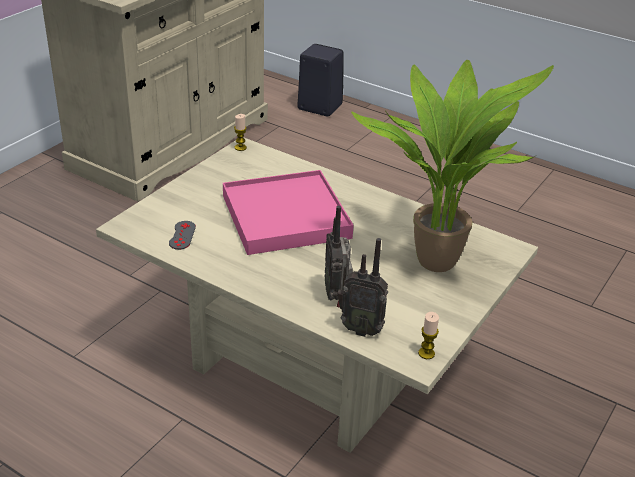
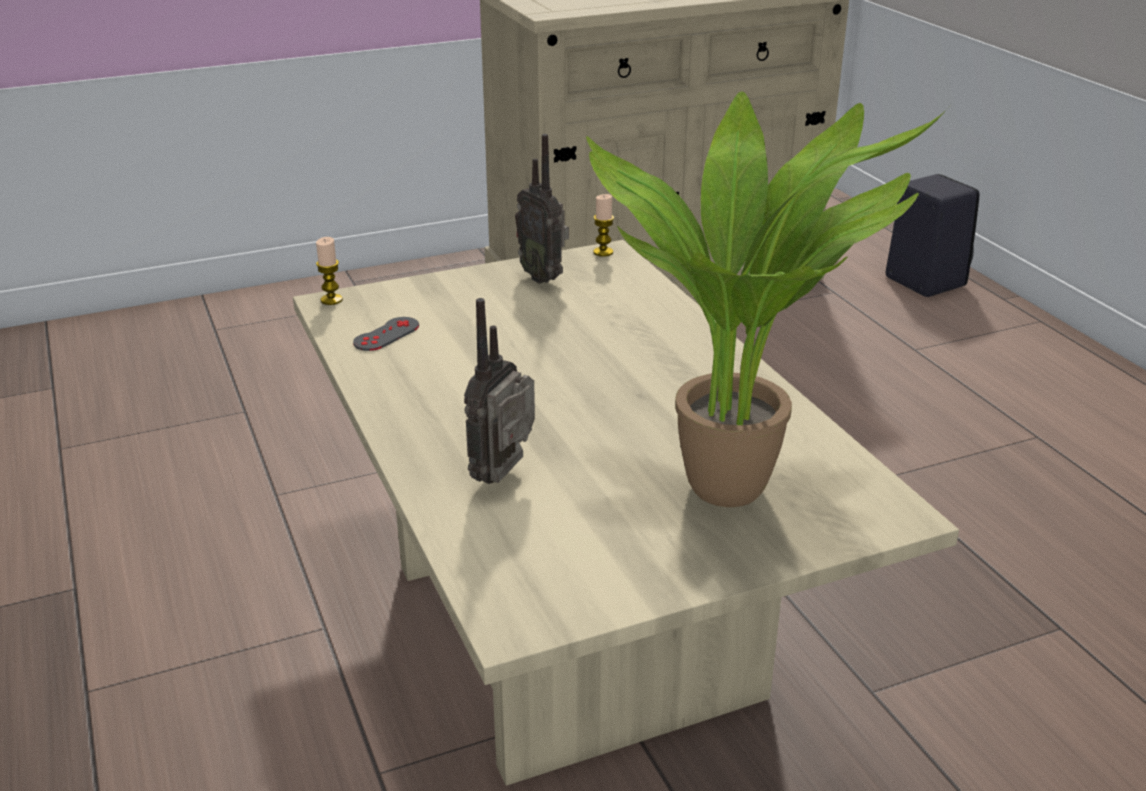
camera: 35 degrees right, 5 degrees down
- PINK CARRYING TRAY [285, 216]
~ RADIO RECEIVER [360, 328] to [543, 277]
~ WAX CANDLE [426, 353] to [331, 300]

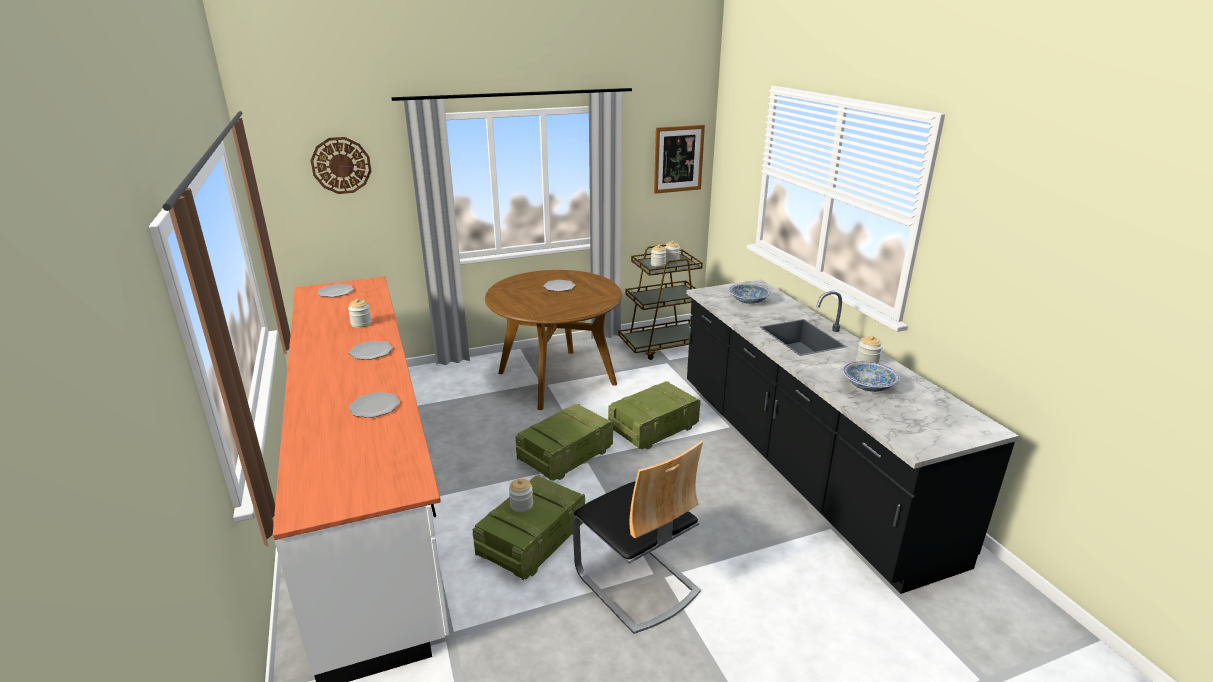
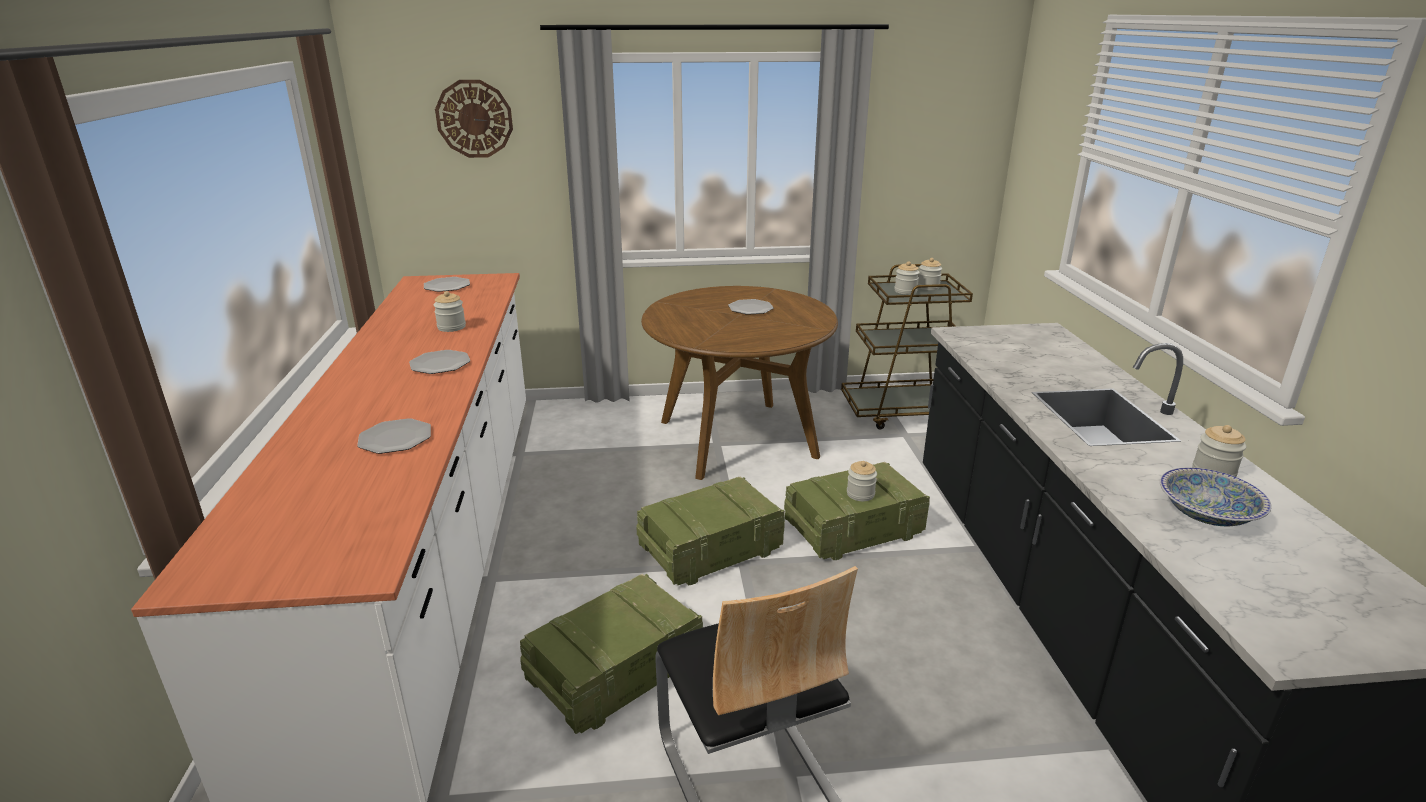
camera: 15 degrees right, 0 degrees up
~ JAR [521, 505] to [860, 494]
- PICTURE [678, 159]
- BOWL [748, 301]

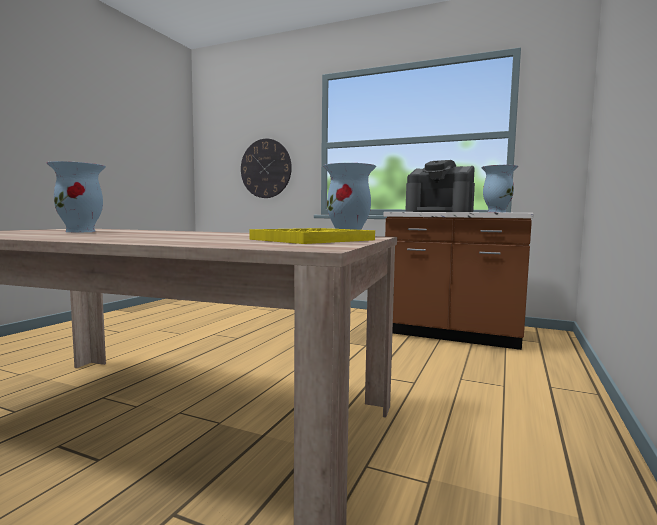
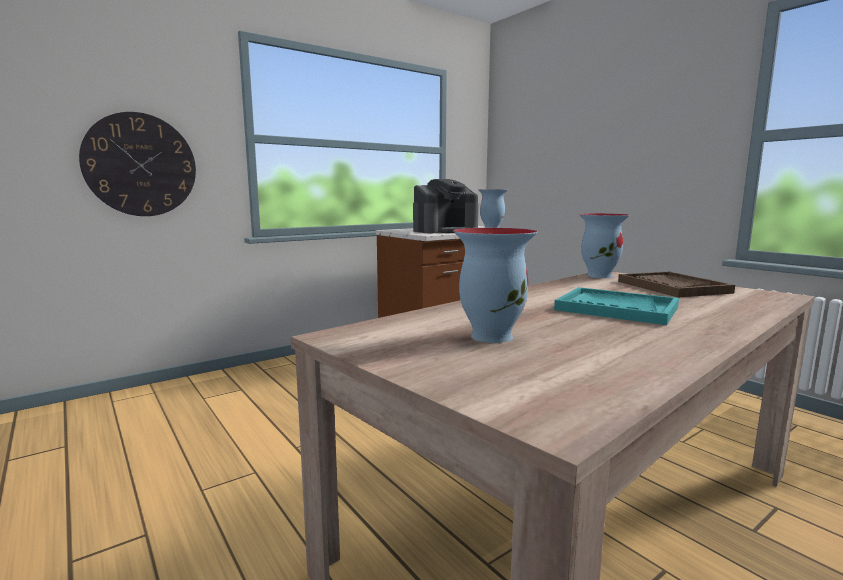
camera: 60 degrees left, 5 degrees up
~ YELLOW CARRYING TRAY [313, 239] to BROWN-COLOURED CARRYING TRAY [672, 287]
+ BLUE-GREEN CARRYING TRAY [616, 309]

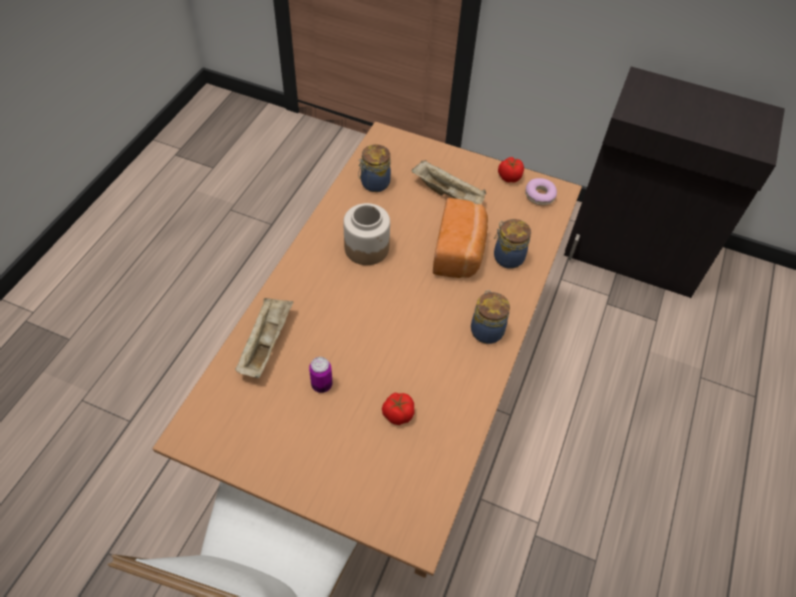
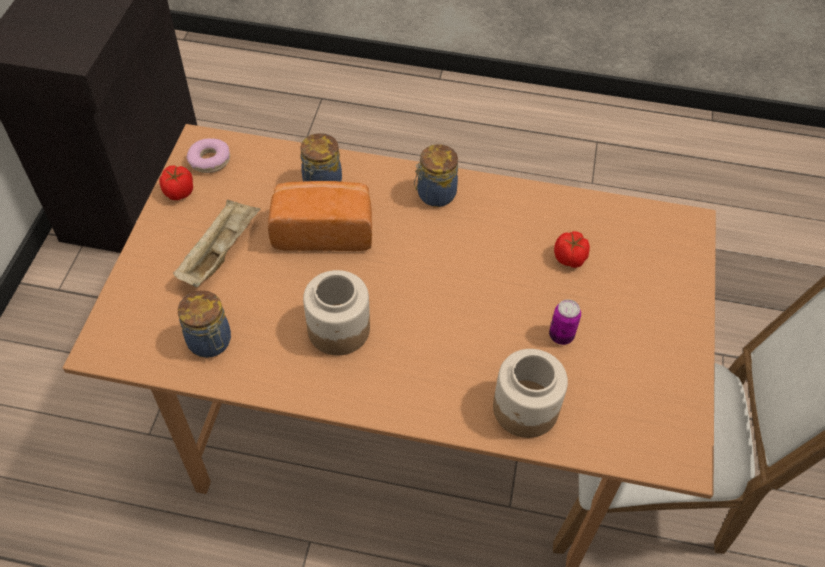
camera: 100 degrees left, 0 degrees up
~ SAND-COLOURED CARRYING TRAY [266, 343] to JAR [525, 409]

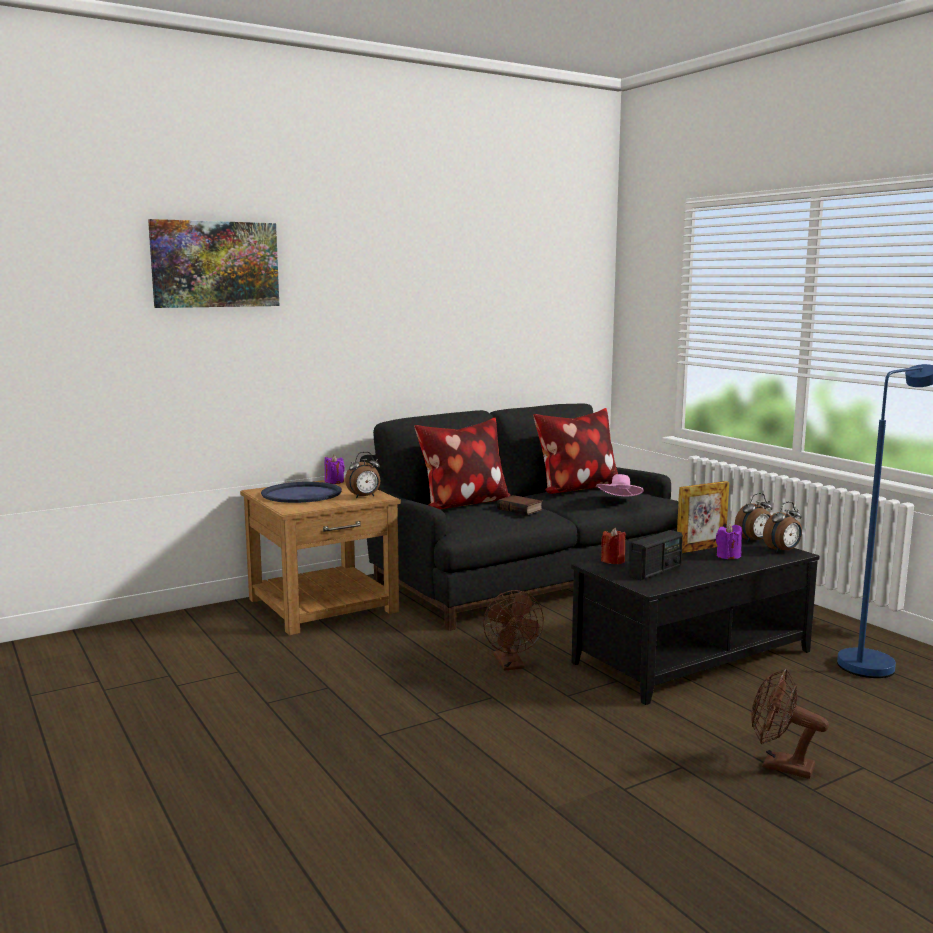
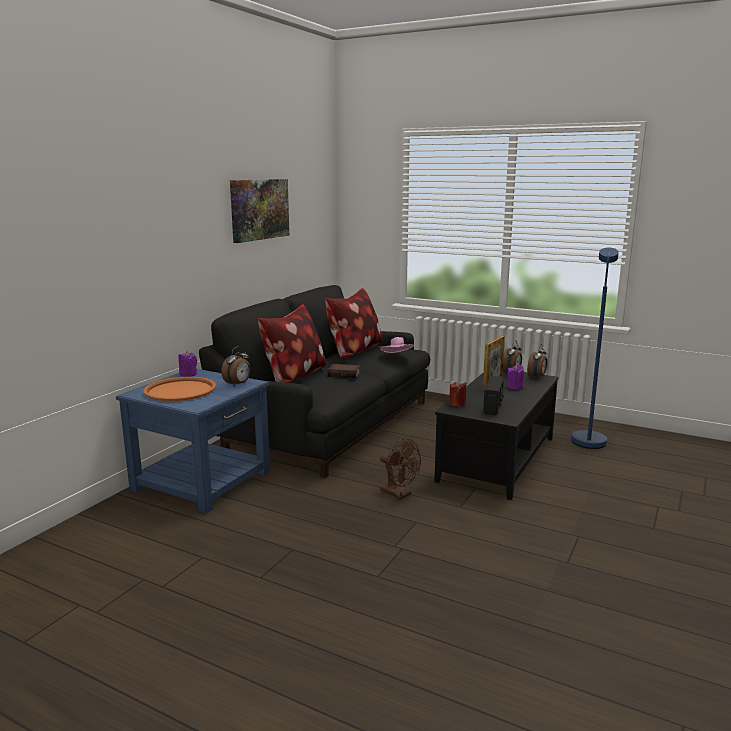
camera: 30 degrees left, 5 degrees up
~ PICTURE [215, 264] to [259, 209]
~ BROWN-COLOURED END TABLE [323, 605] to BLUISH END TABLE [202, 481]
~ BLUISH CARRYING TRAY [301, 494] to ORANGE CARRYING TRAY [180, 390]
- BROWN-COLOURED FAN [779, 766]

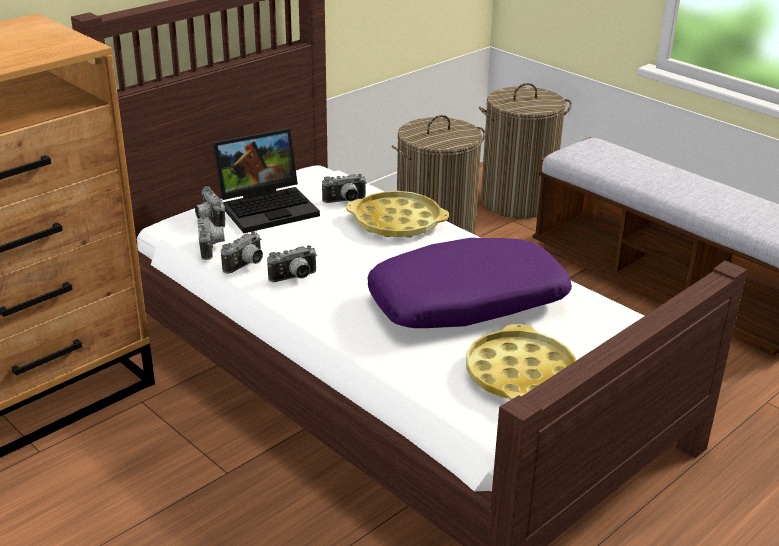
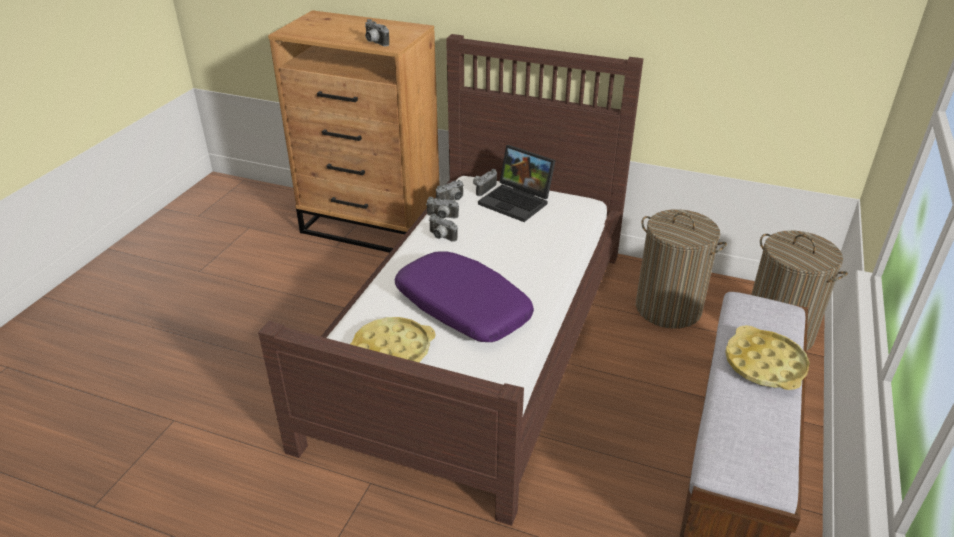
camera: 65 degrees right, 5 degrees up
~ PHOTO CAMERA [345, 201] to [374, 43]
~ YELLOW CARRYING TRAY [397, 222] to [764, 364]

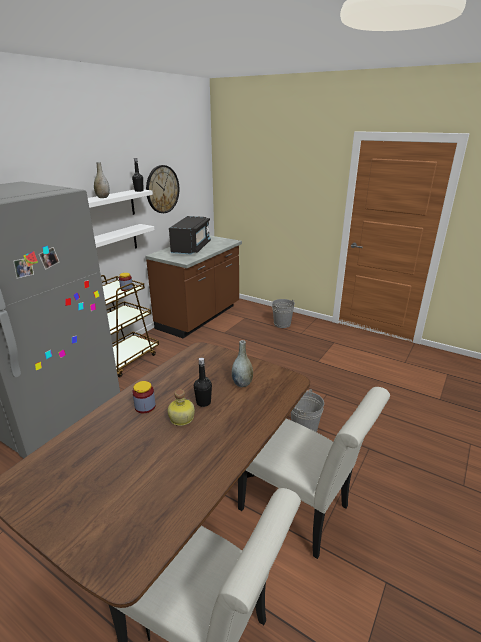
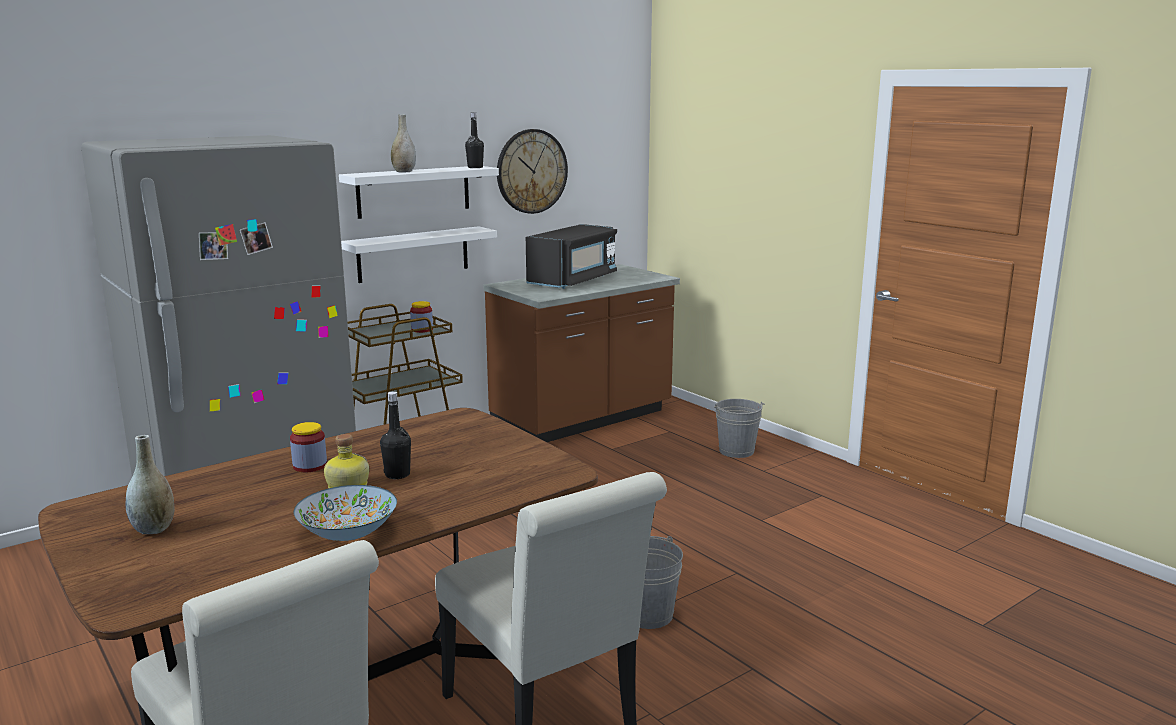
camera: 20 degrees right, 10 degrees down
~ GREY DECORATIVE VASE [242, 383] to [153, 529]
+ BOWL [348, 533]

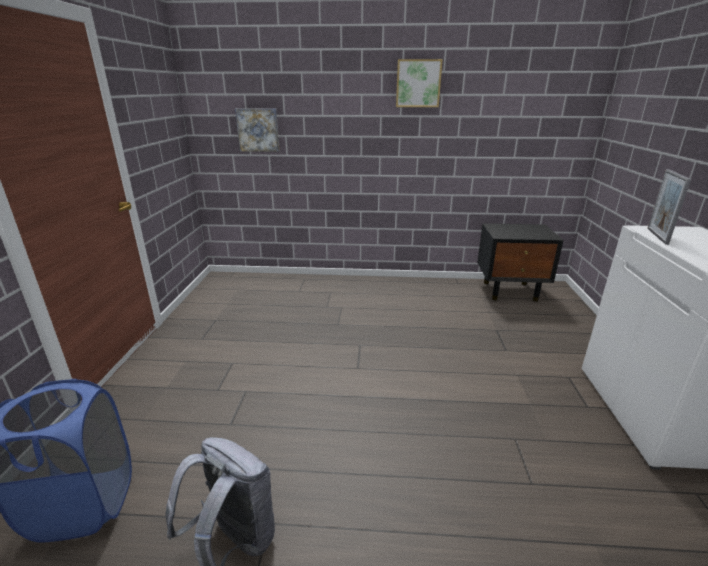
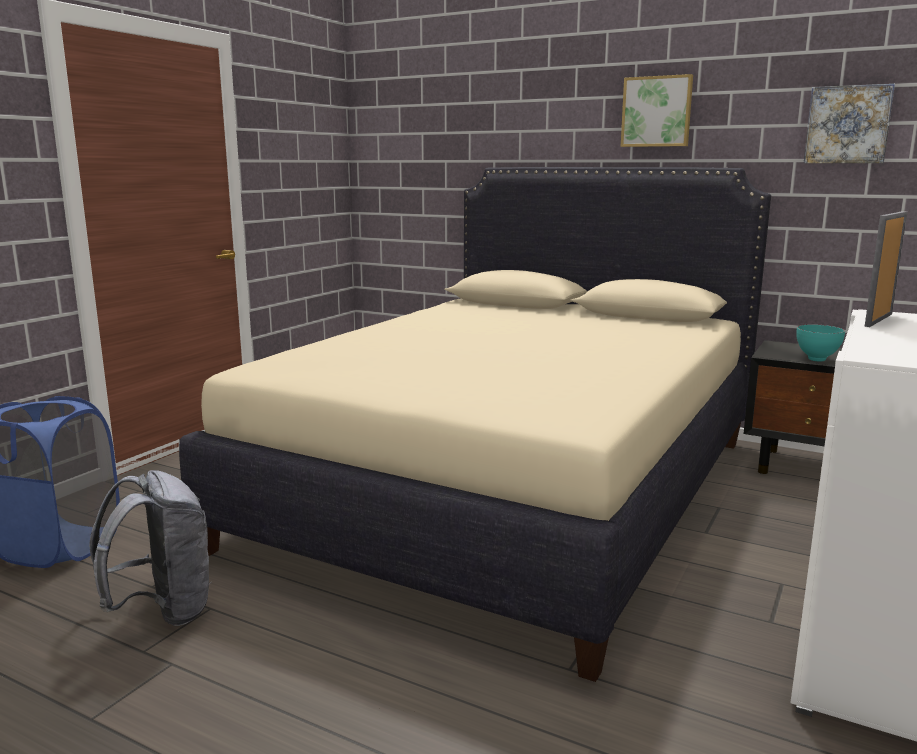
camera: 25 degrees right, 10 degrees down
~ PICTURE [258, 130] to [848, 125]
+ SAND-COLOURED BED [510, 489]
+ BLUE-GREEN BOWL [817, 360]

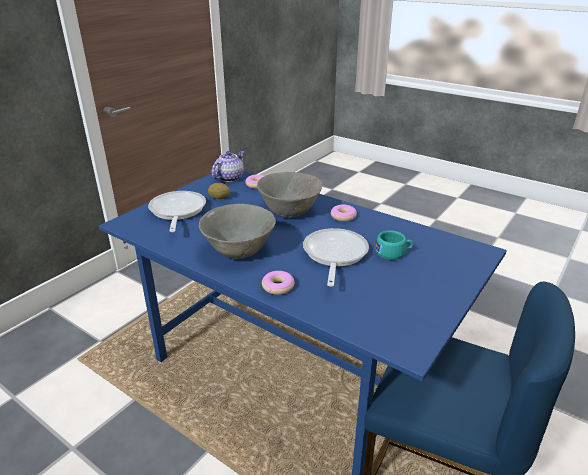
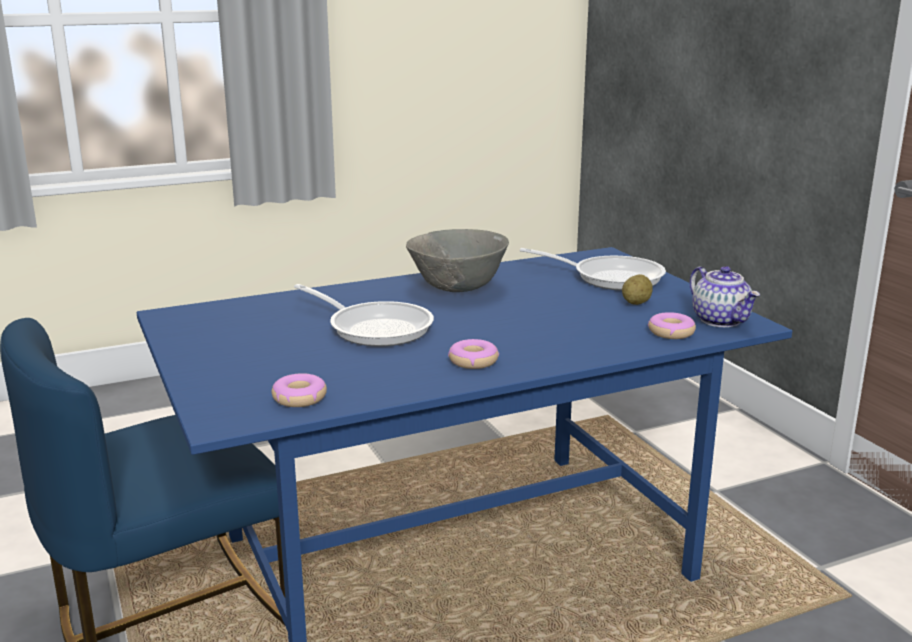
camera: 120 degrees right, 10 degrees down
- GREY BOWL [289, 212]
~ DONUT [278, 286] to [299, 398]
- BLUE-GREEN DRINKING CUP [393, 253]

